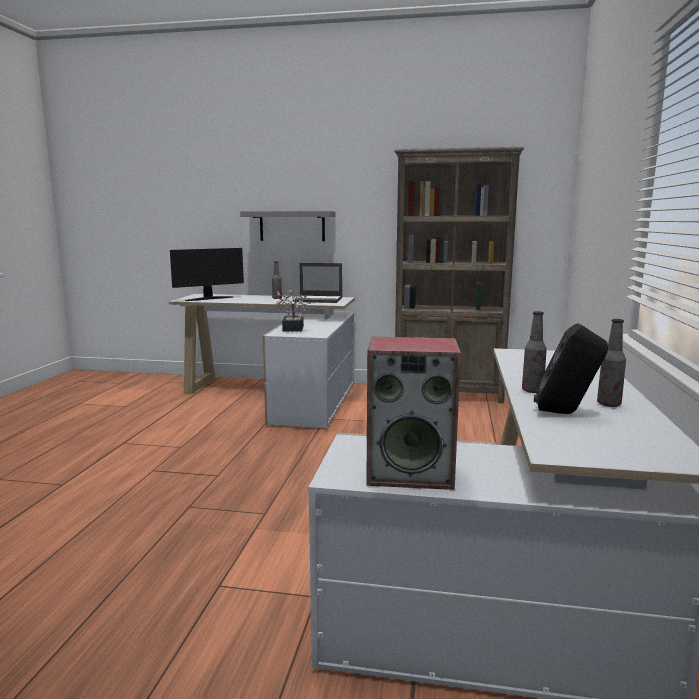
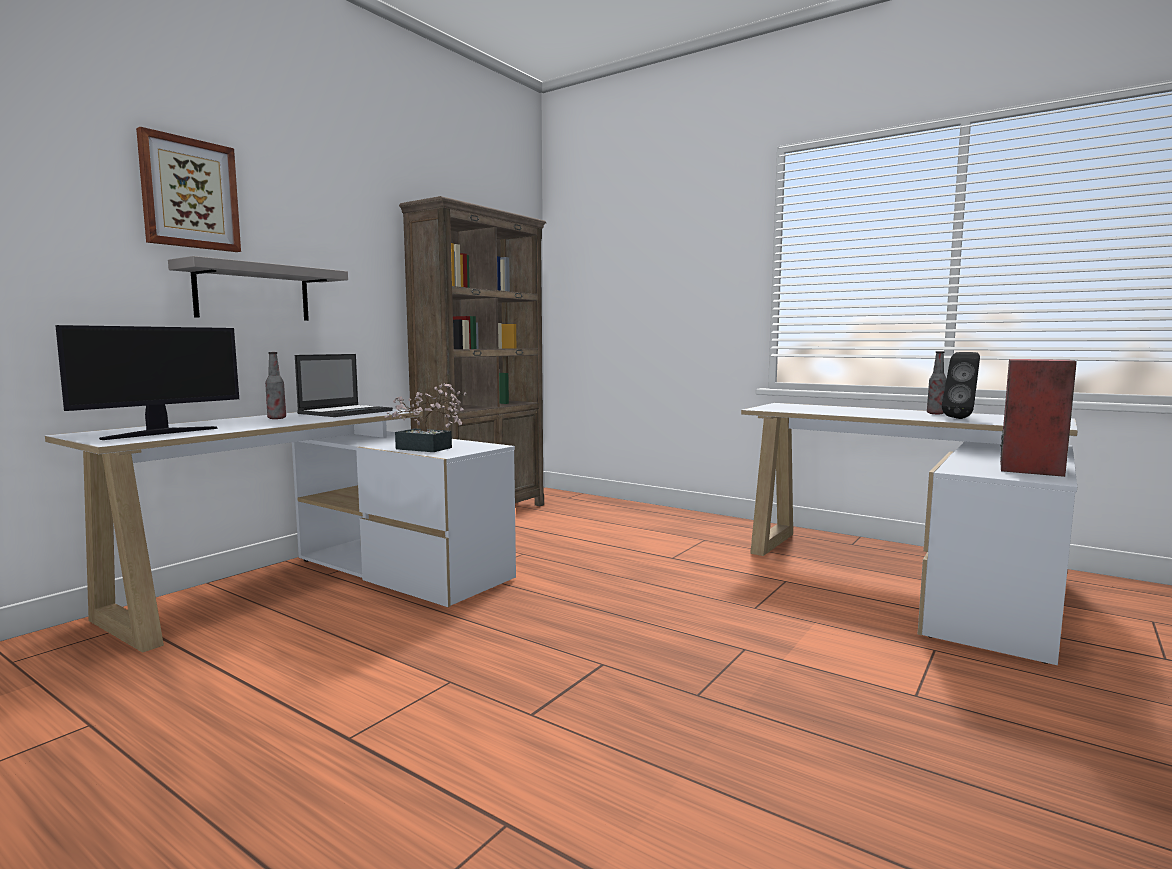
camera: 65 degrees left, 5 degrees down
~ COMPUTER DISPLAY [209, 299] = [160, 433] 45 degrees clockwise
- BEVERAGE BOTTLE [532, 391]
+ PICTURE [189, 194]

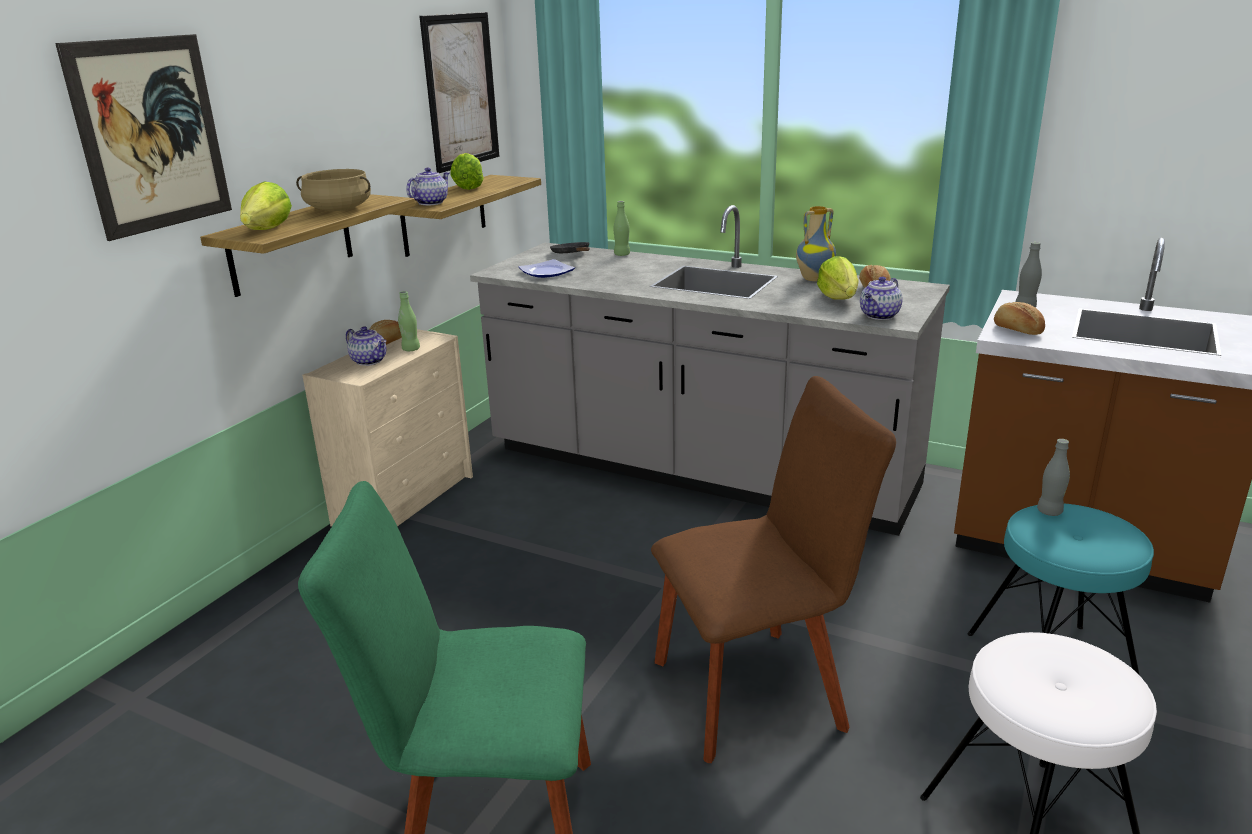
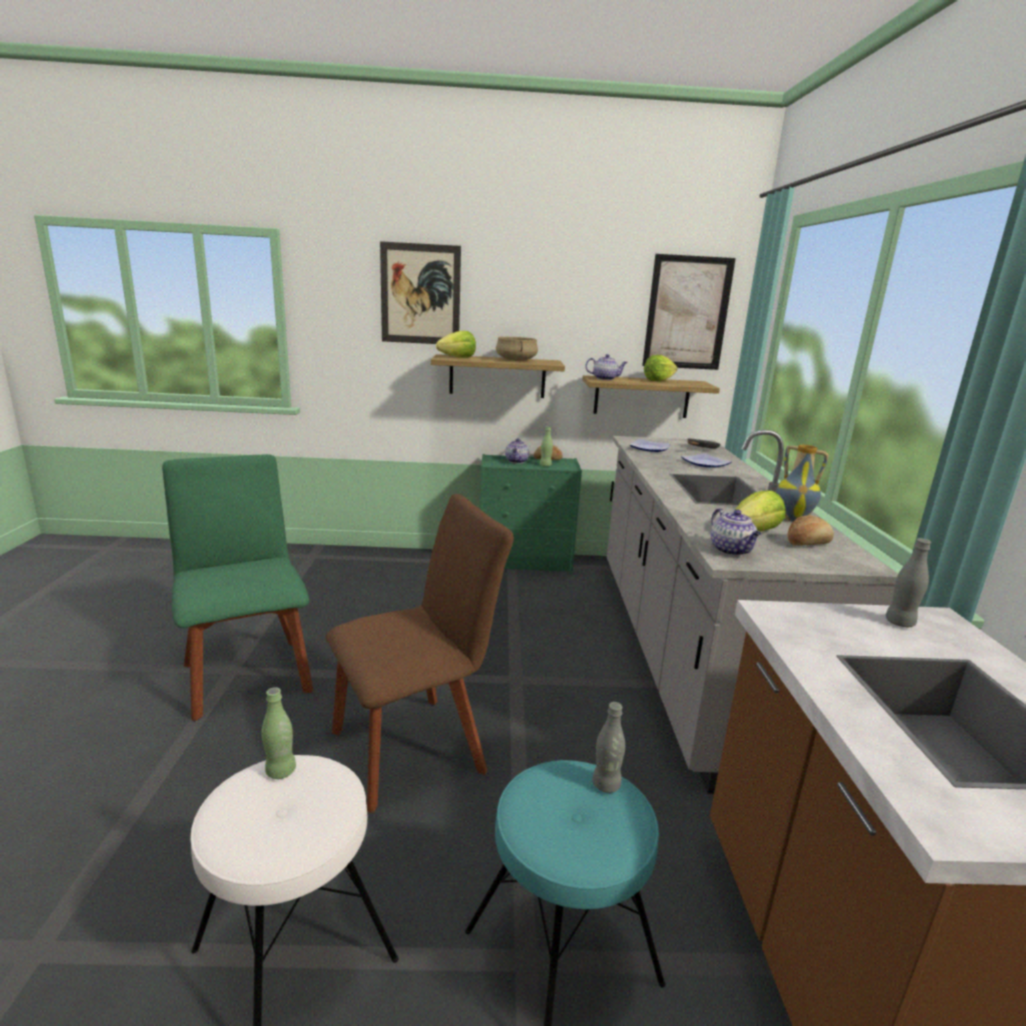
camera: 60 degrees right, 5 degrees down
~ SAND-COLOURED DRAWER CHEST [406, 499] to GREENISH DRAWER CHEST [525, 562]
~ GREENISH BEVERAGE BOTTLE [622, 254] to [281, 771]
~ BROWN-COLOURED CHAIR [757, 690] = [415, 747] 75 degrees counterclockwise
~ POT FOR TEA [879, 316] = [732, 550] 120 degrees counterclockwise
- BREAD [1017, 330]
+ FLAT DISH [705, 464]

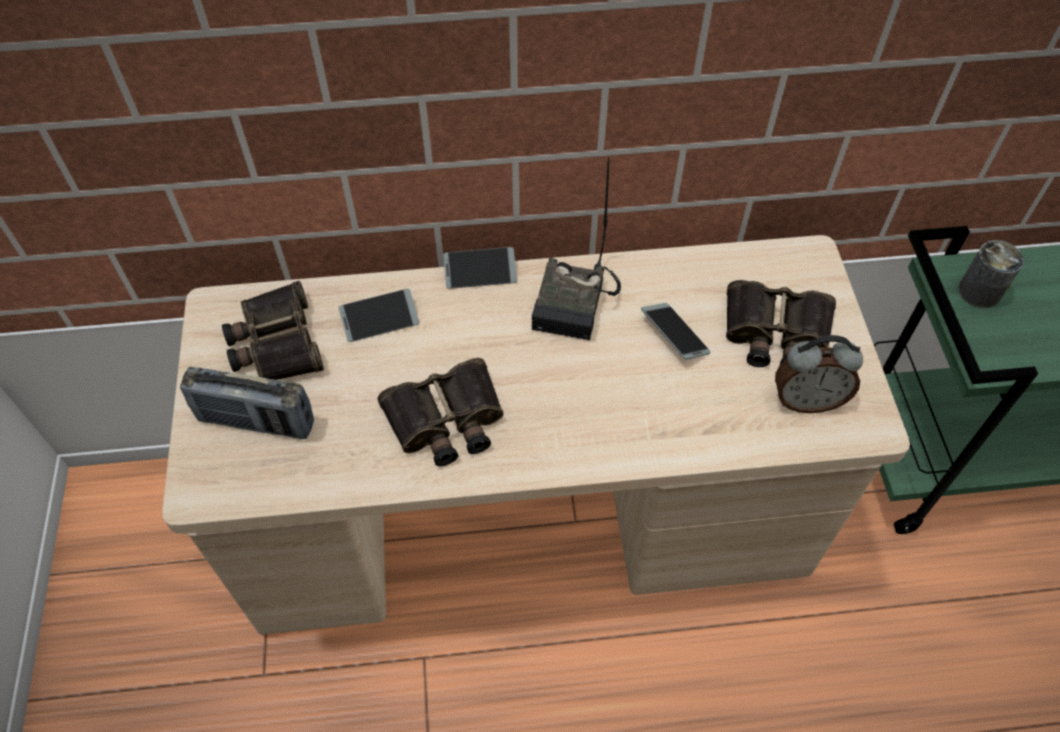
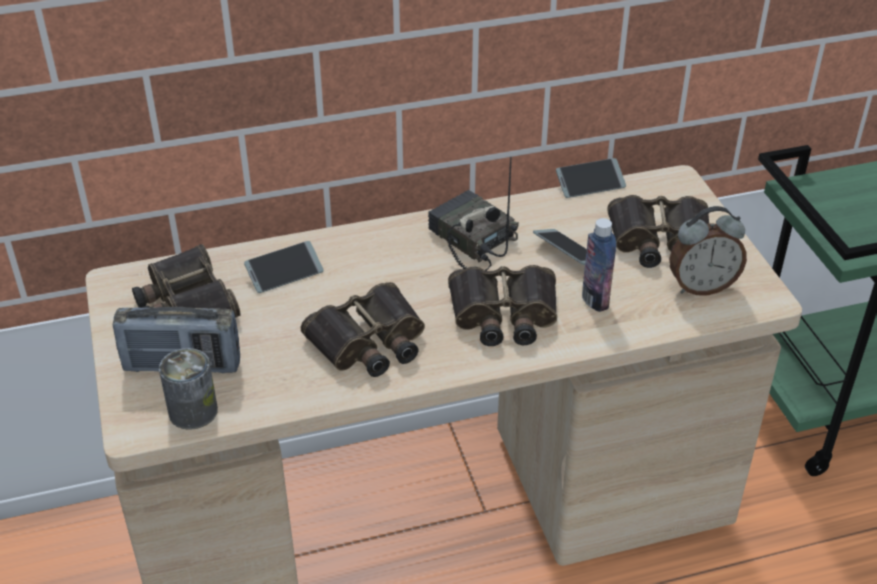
camera: 10 degrees left, 15 degrees down
~ PHONE [480, 273] to [590, 184]
~ RADIO RECEIVER [576, 304] = [470, 240] 135 degrees clockwise
~ CAN [979, 292] to [193, 411]
+ FIELD GLASSES [503, 315]
+ BEVERAGE BOTTLE [595, 300]

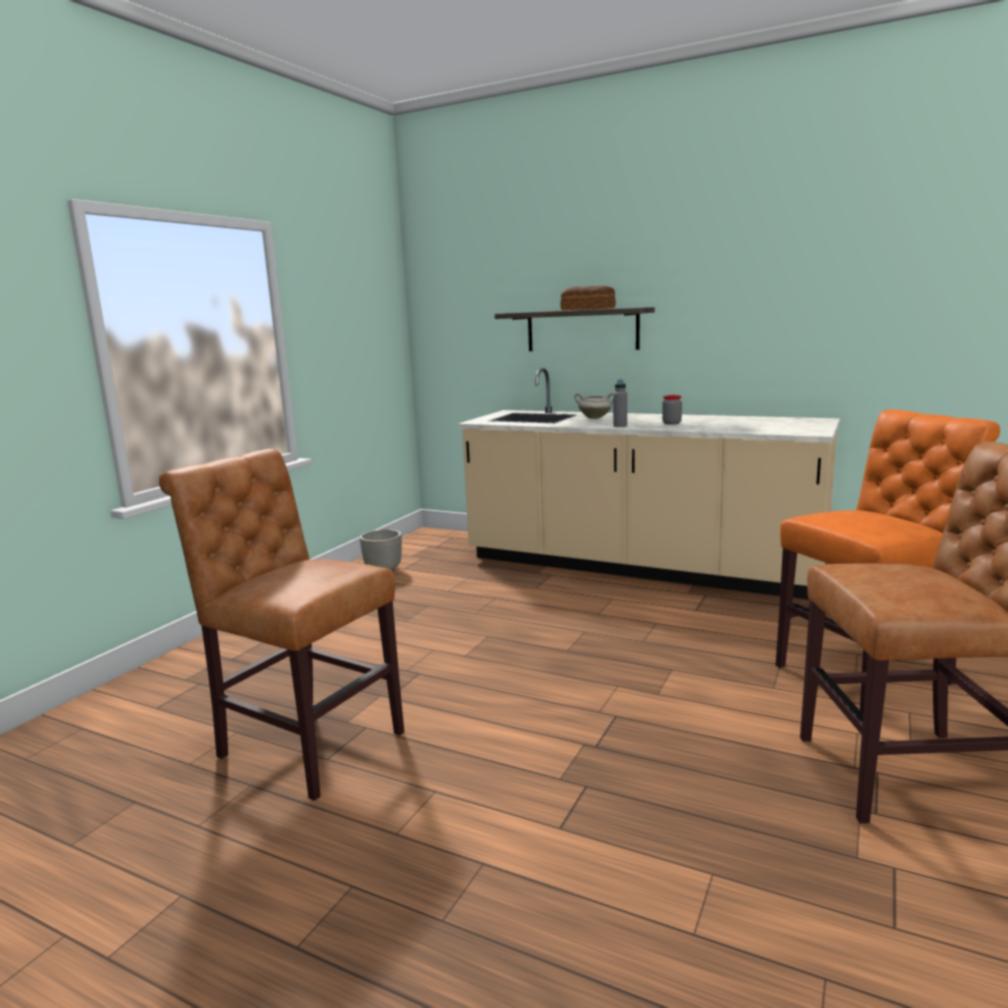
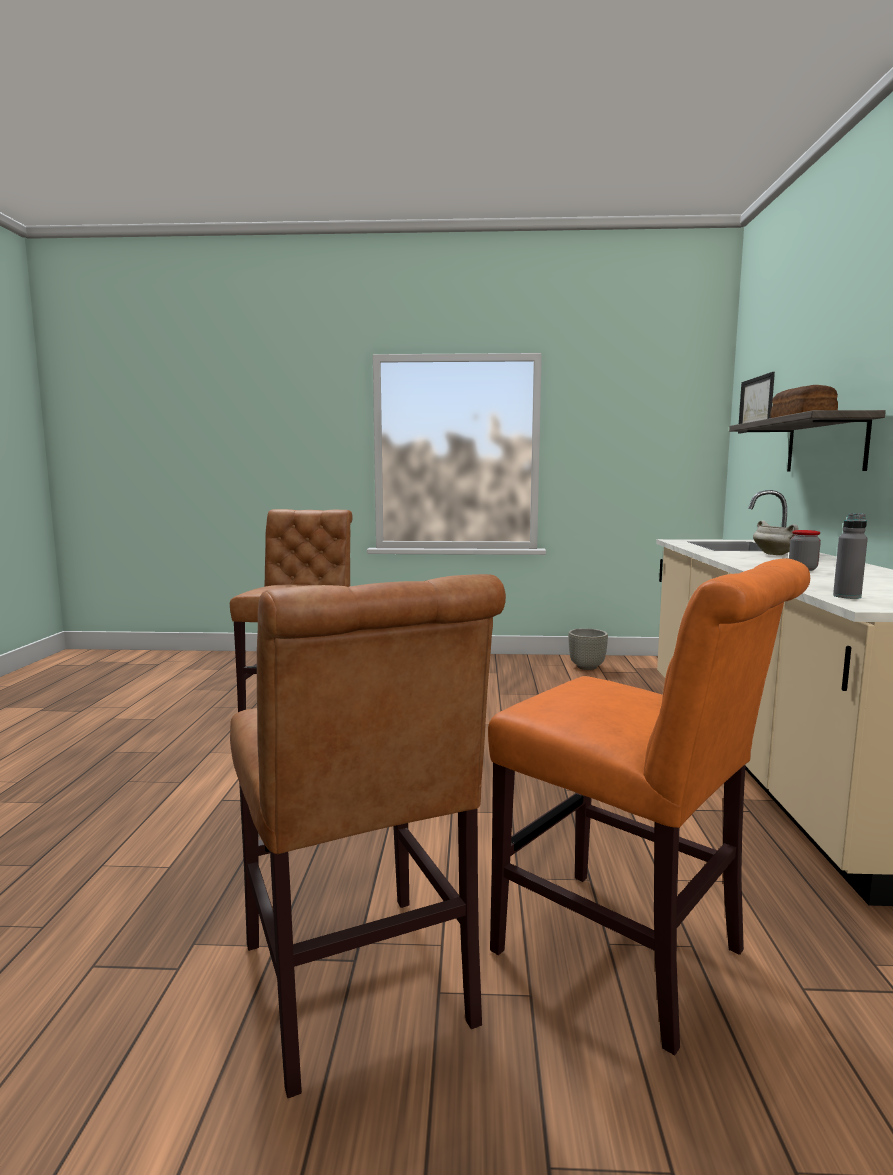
camera: 65 degrees right, 5 degrees down
~ GREY BEVERAGE BOTTLE [620, 426] to [847, 596]
+ PICTURE [756, 404]

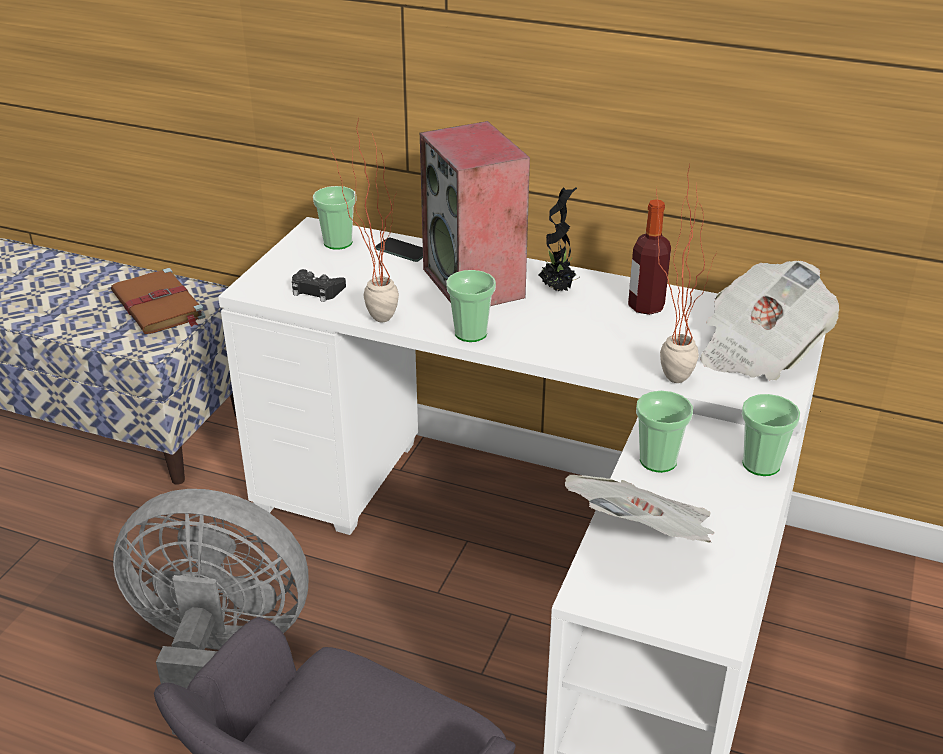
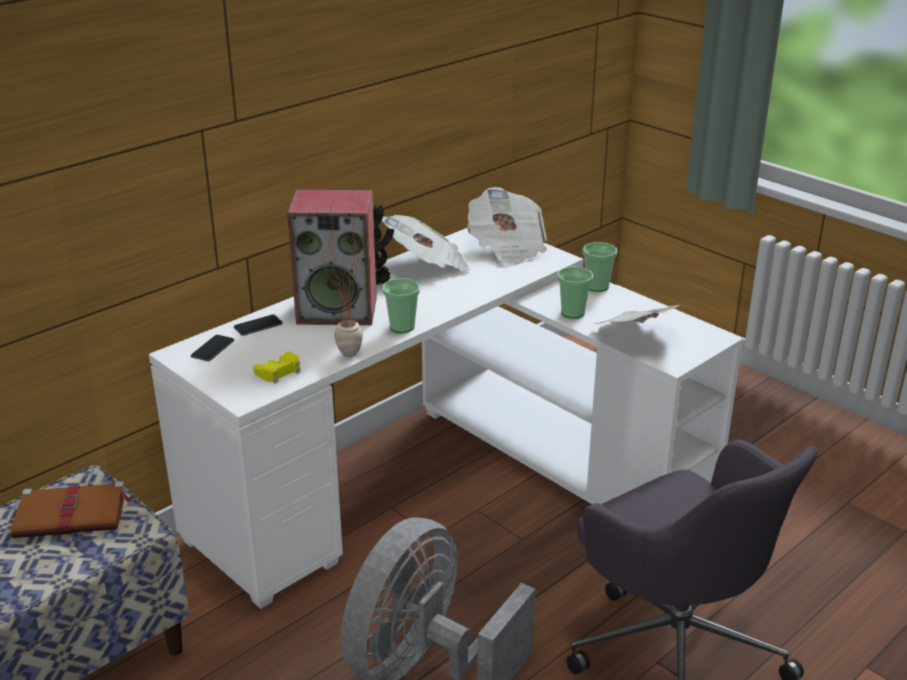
camera: 65 degrees left, 5 degrees down
~ BLACK JOYPAD [316, 290] to YELLOW JOYPAD [279, 372]
~ DRINKING CUP [338, 242] to PHONE [212, 349]
~ BEVERAGE BOTTLE [646, 306] to NEWSPAPER [428, 264]
- HOUSEPLANT [668, 373]

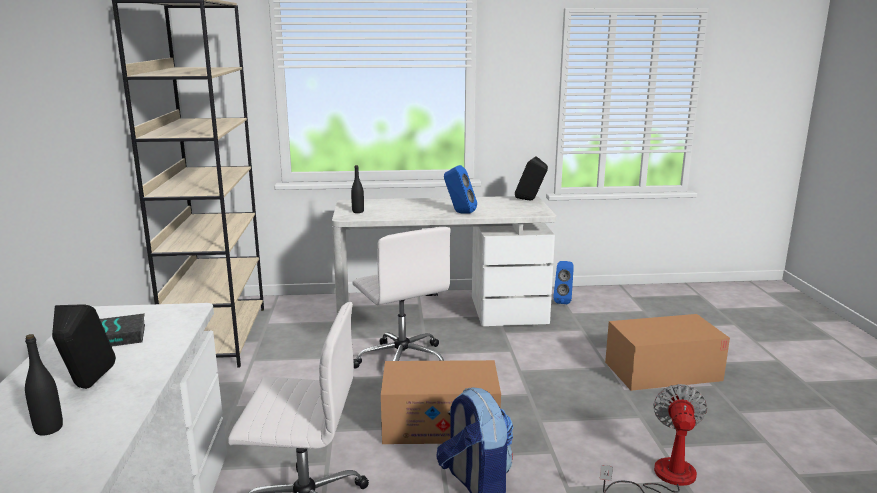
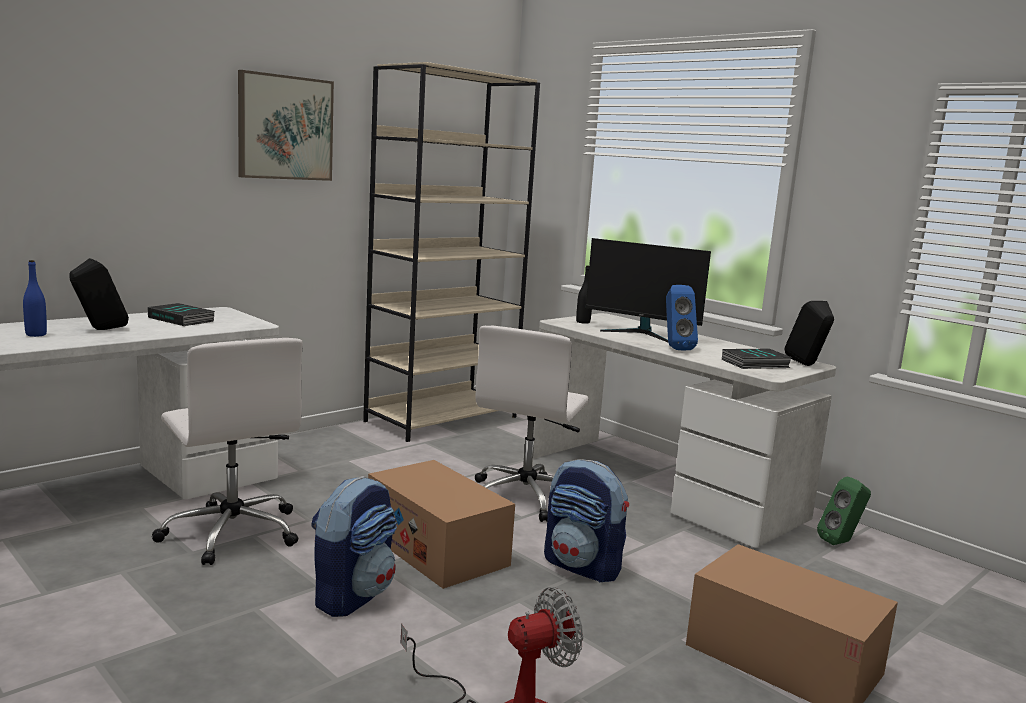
camera: 50 degrees right, 5 degrees down
~ BLACK BEVERAGE BOTTLE [49, 429] to BLUISH BEVERAGE BOTTLE [36, 334]
~ BLUISH LOUDSPEAKER [563, 301] to GREENISH LOUDSPEAKER [841, 542]
+ PICTURE [285, 128]
+ BACKPACK [583, 566]
+ COMPUTER DISPLAY [641, 333]
+ BOUND BOOK [755, 364]

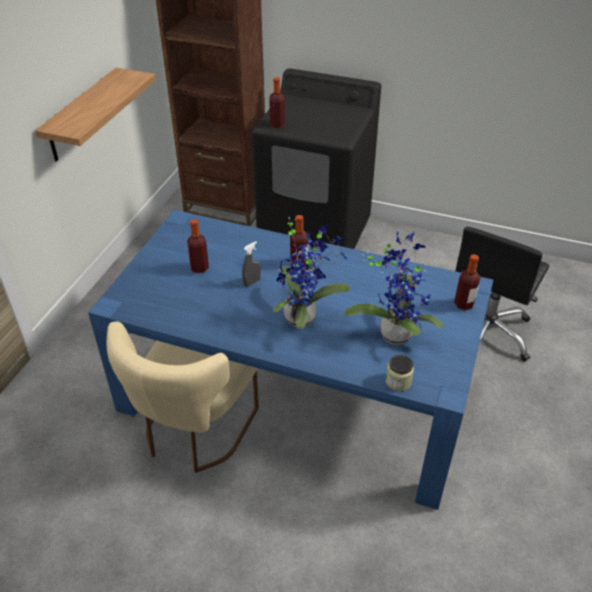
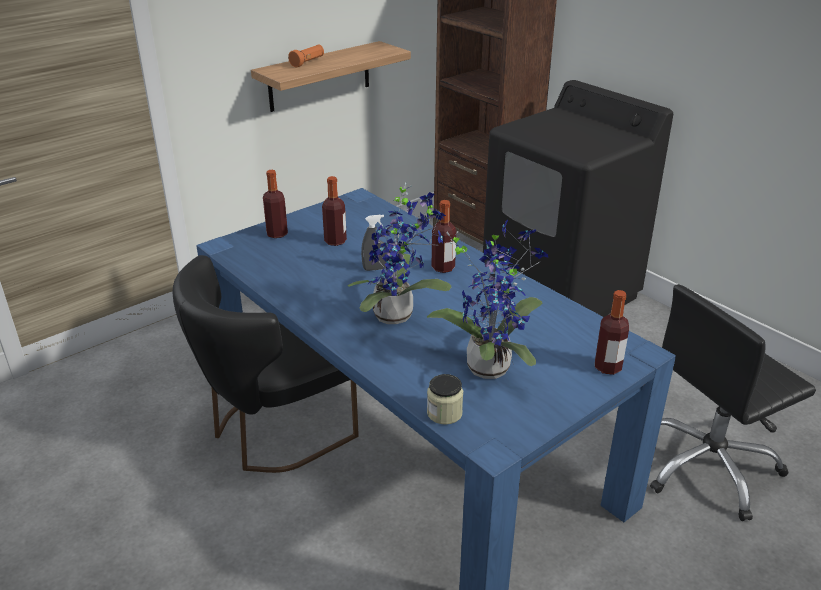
camera: 30 degrees right, 10 degrees down
~ SAND-COLOURED CHAIR [193, 432] to BLACK CHAIR [273, 432]
~ BEVERAGE BOTTLE [277, 125] to [277, 234]
+ ORANGE FLASHLIGHT [307, 62]

